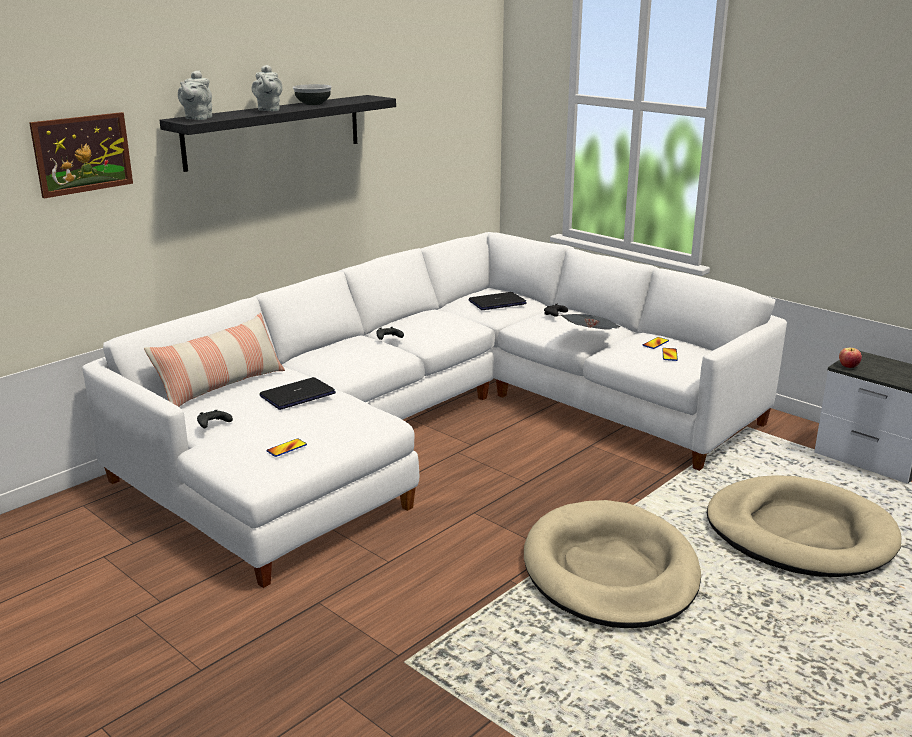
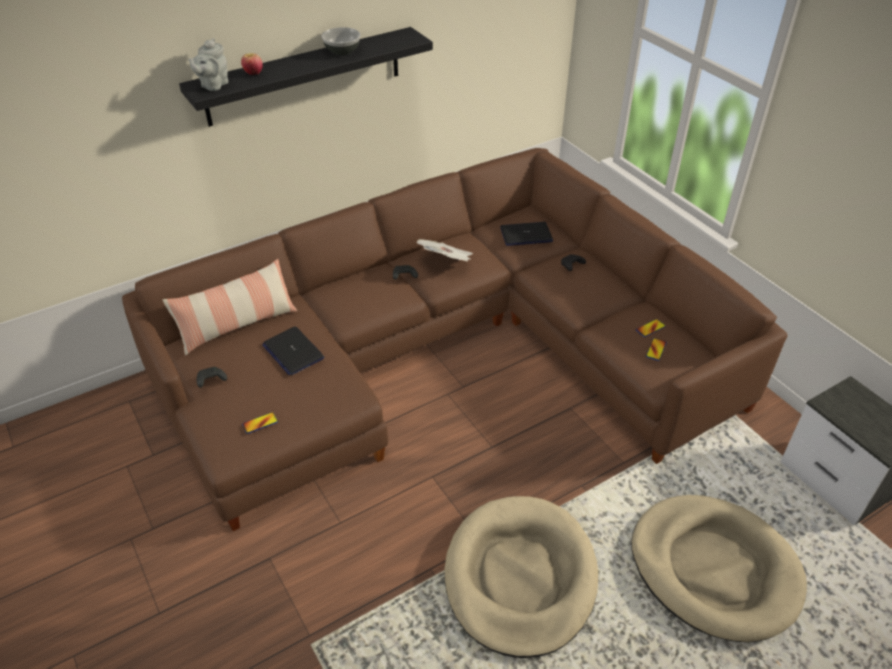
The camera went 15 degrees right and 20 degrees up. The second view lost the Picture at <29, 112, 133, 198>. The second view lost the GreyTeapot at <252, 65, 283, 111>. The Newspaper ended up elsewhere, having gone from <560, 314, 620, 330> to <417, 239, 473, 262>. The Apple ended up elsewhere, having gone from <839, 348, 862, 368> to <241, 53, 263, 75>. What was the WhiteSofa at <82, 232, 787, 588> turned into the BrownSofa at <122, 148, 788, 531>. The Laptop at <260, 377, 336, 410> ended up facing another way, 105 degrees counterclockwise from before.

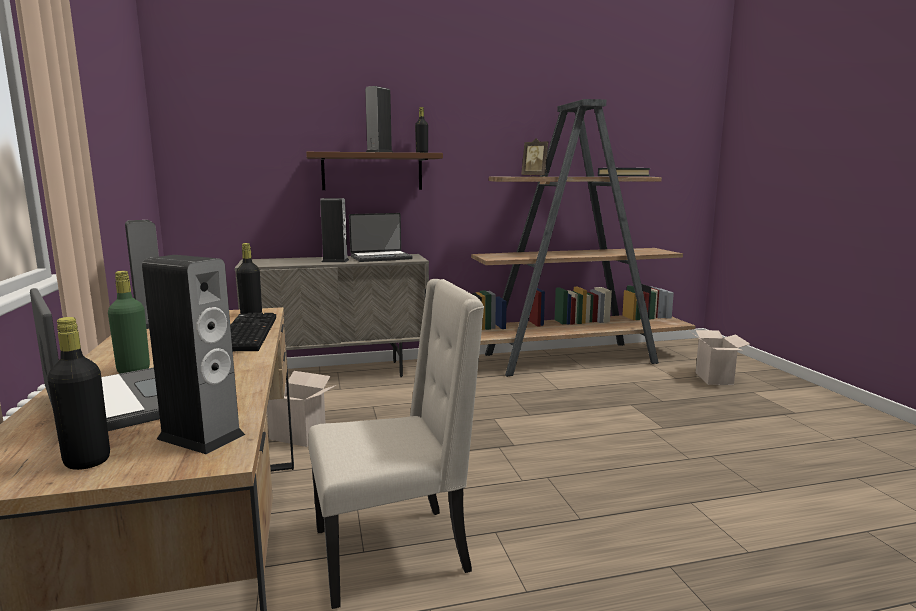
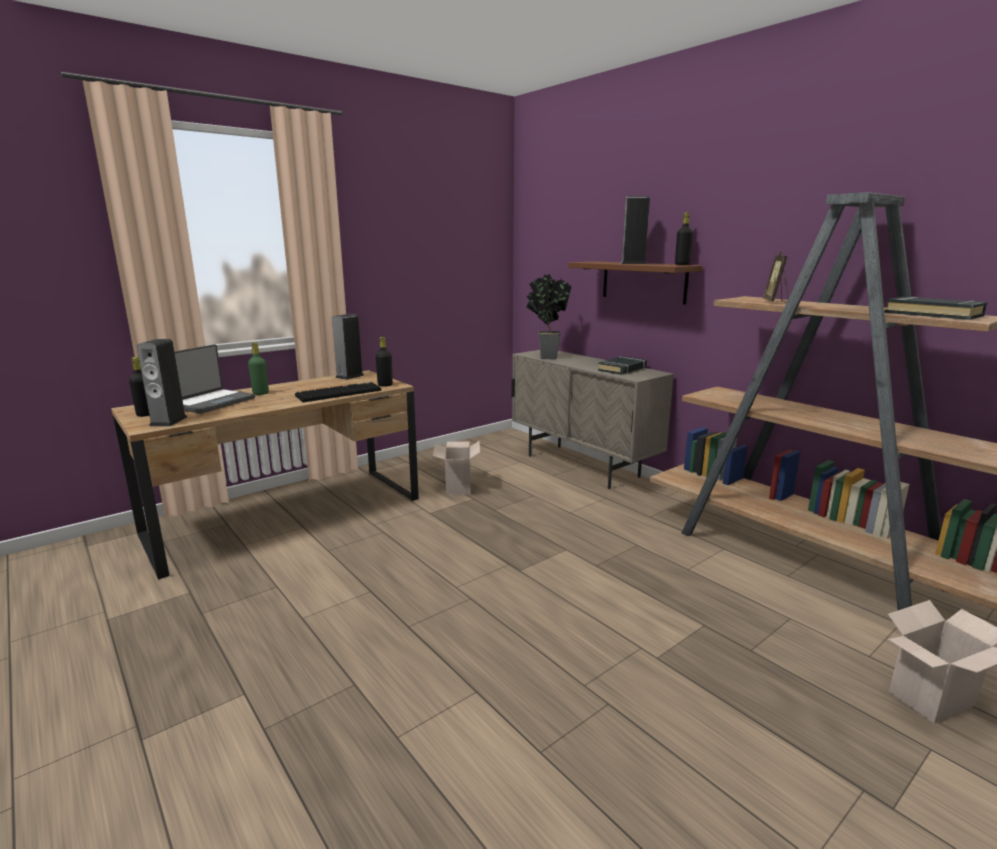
The camera went 65 degrees right and 5 degrees up. The second view lost the BeigeChair at <308, 279, 484, 609>. The second view lost the Speaker at <320, 198, 349, 262>. The second view gained the PottedPlant at <527, 274, 572, 359>. Where the Laptop stood at <349, 213, 413, 262>, the BlackBook came to stand at <598, 356, 647, 375>.

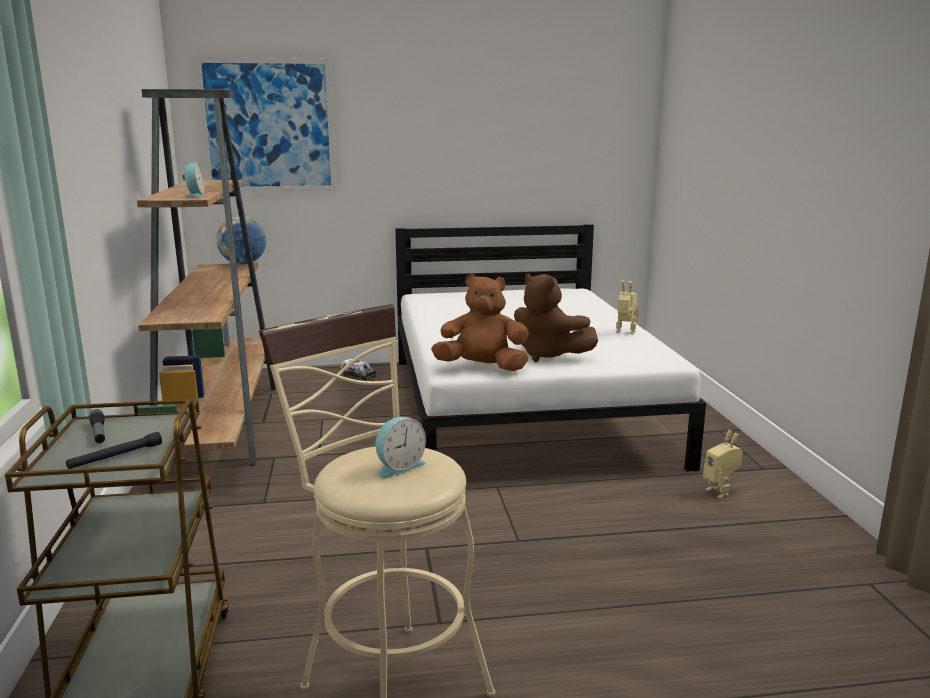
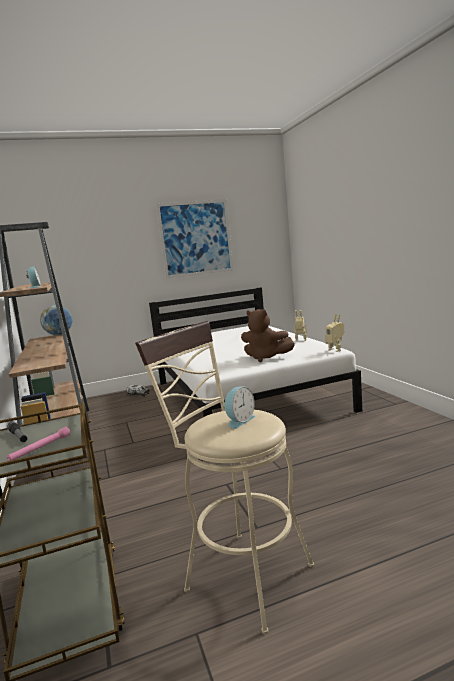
The camera went 10 degrees left and 5 degrees down. The second view lost the BrownPlushToy at <431, 274, 529, 371>. The Picture ended up elsewhere, having gone from <195, 57, 336, 192> to <156, 199, 233, 279>. The ToyRobot ended up elsewhere, having gone from <703, 430, 743, 498> to <325, 314, 344, 352>. What was the BlackFlashlight at <66, 432, 162, 469> turned into the PinkFlashlight at <7, 427, 70, 461>.

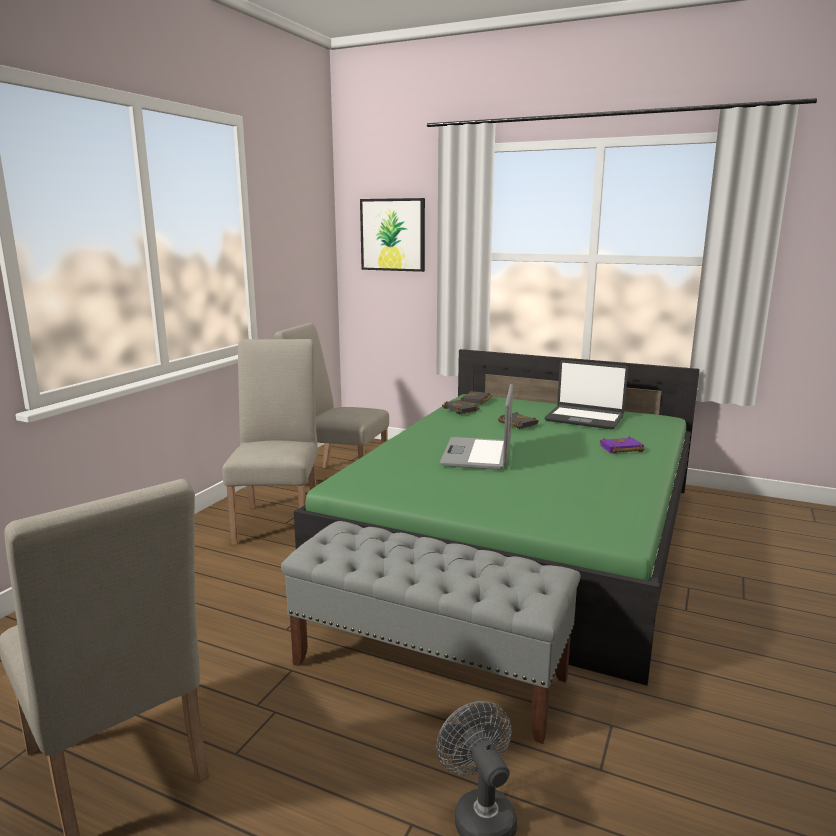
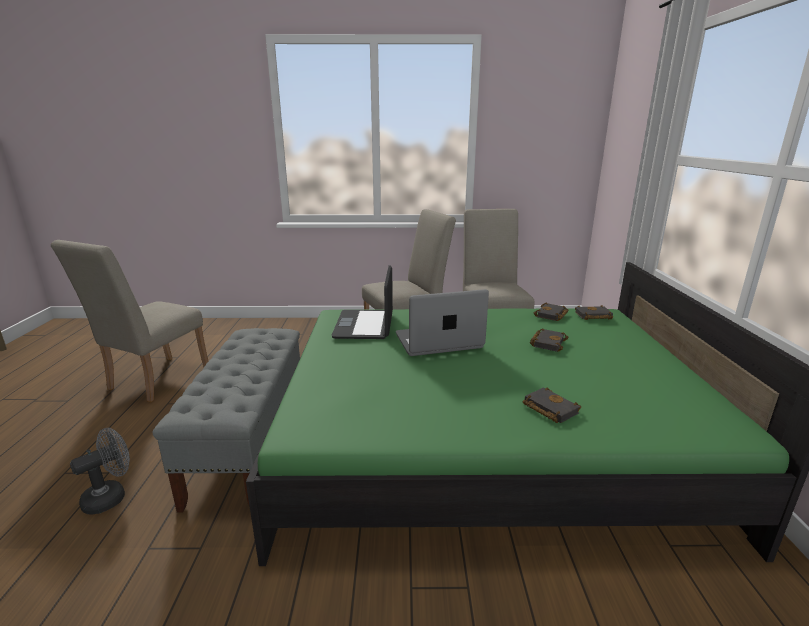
The camera went 65 degrees right and 5 degrees up. The second view lost the Picture at <360, 198, 425, 272>. The Laptop ended up elsewhere, having gone from <544, 360, 628, 429> to <332, 265, 393, 339>. What was the PurpleBook at <600, 436, 644, 454> turned into the BlackBook at <523, 387, 581, 423>.

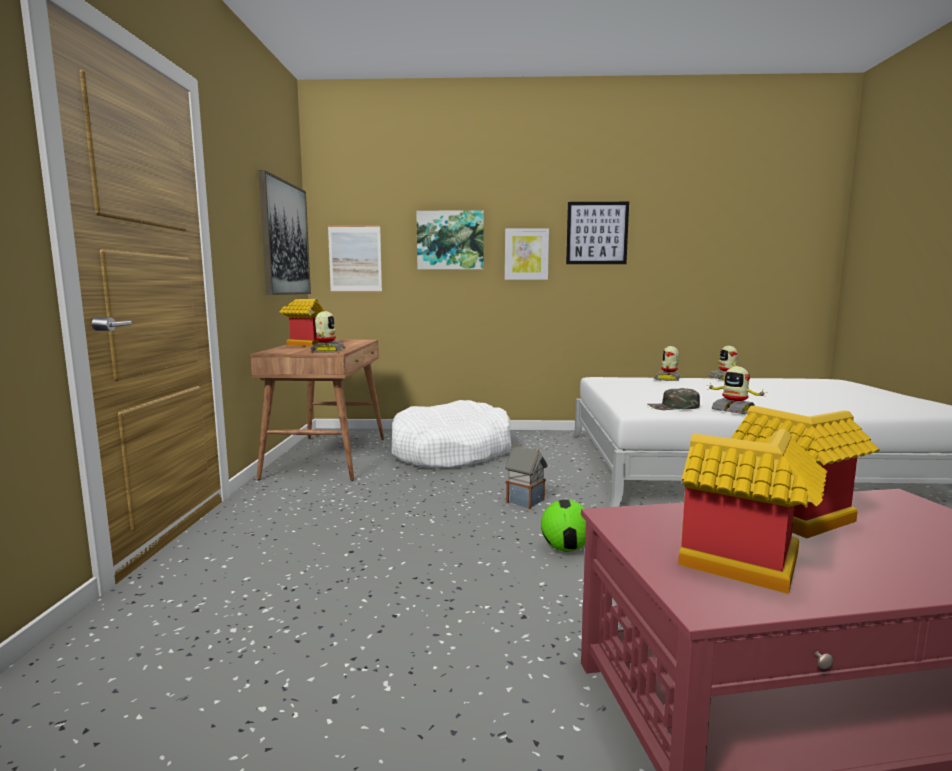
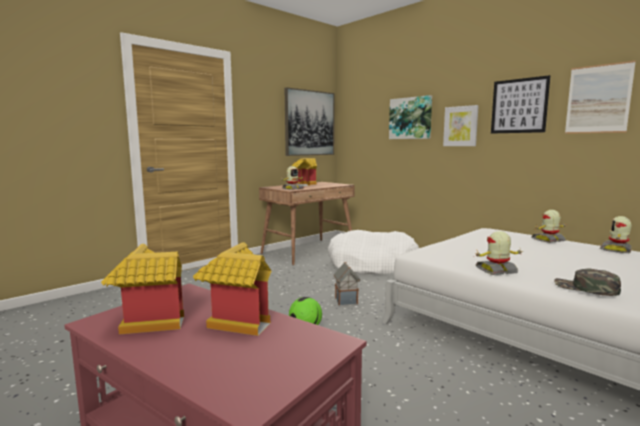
The camera went 45 degrees right and 0 degrees up. The Picture ended up elsewhere, having gone from <328, 225, 382, 292> to <565, 60, 636, 134>. The GreenCap ended up elsewhere, having gone from <648, 388, 700, 410> to <554, 269, 621, 296>. The ToyRobot at <707, 366, 767, 414> ended up facing another way, 75 degrees clockwise from before.

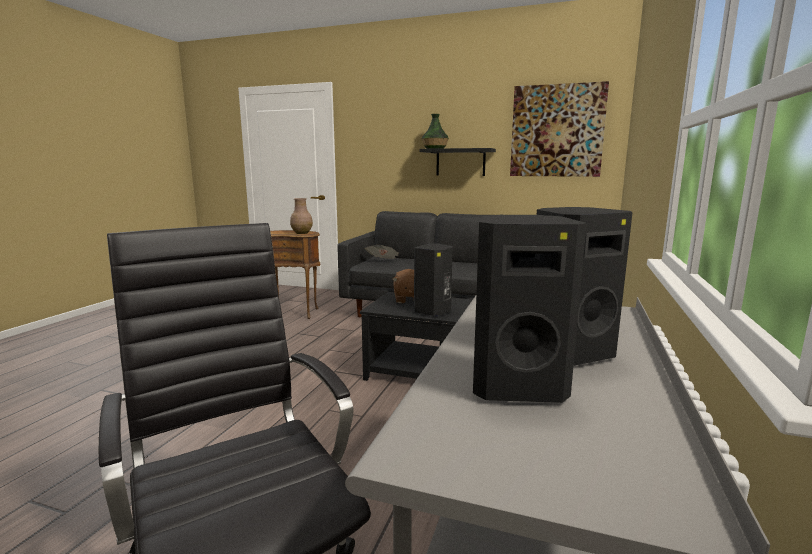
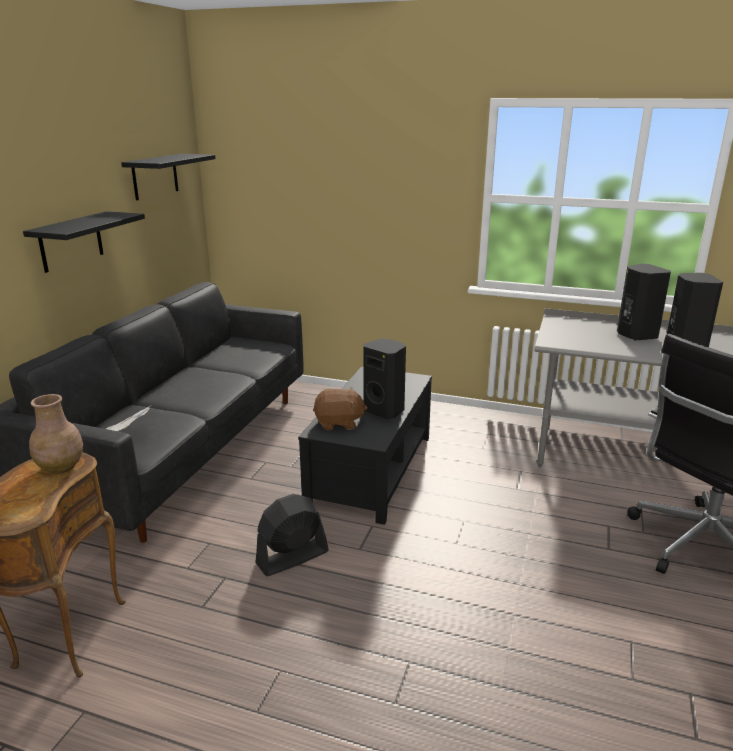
The camera went 90 degrees left and 10 degrees up. The second view lost the Vase at <422, 114, 449, 149>. The second view gained the BlackFan at <255, 494, 329, 576>. Where the Picture hung at <510, 81, 609, 177>, the BlackShelf came to hang at <121, 154, 216, 200>.

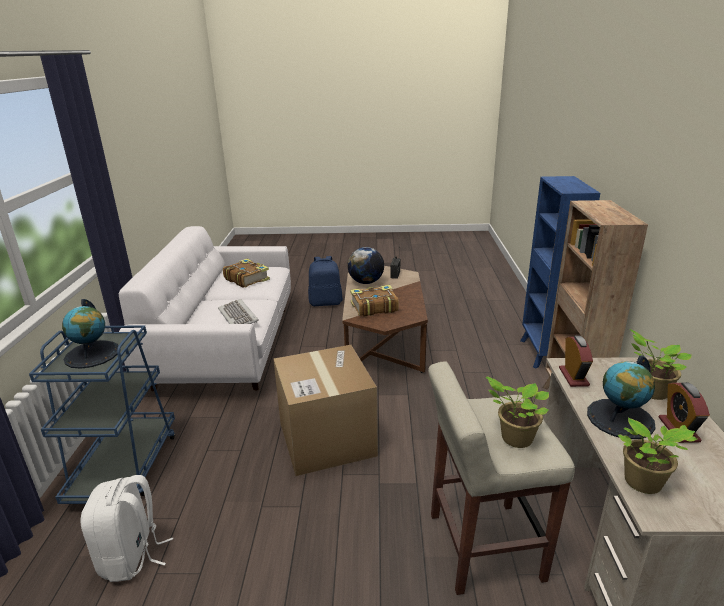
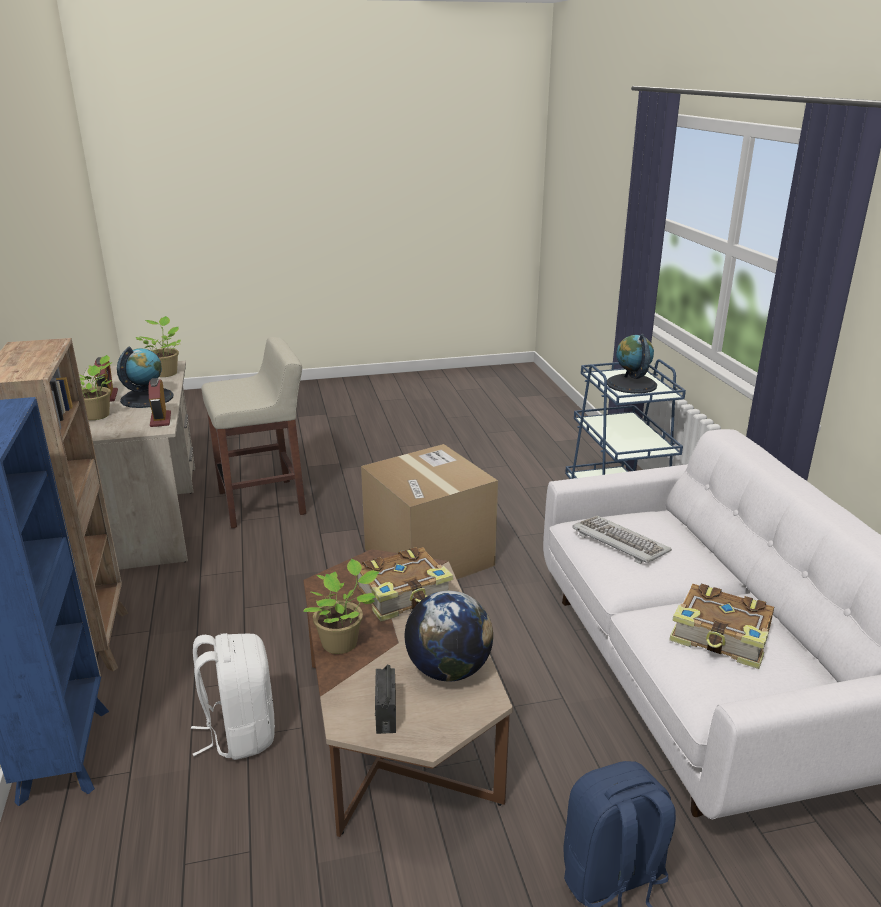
The camera went 165 degrees right and 0 degrees up. The WhiteBackpack ended up elsewhere, having gone from <80, 475, 173, 582> to <191, 633, 275, 760>. The PottedPlant ended up elsewhere, having gone from <486, 377, 549, 448> to <303, 559, 379, 654>.

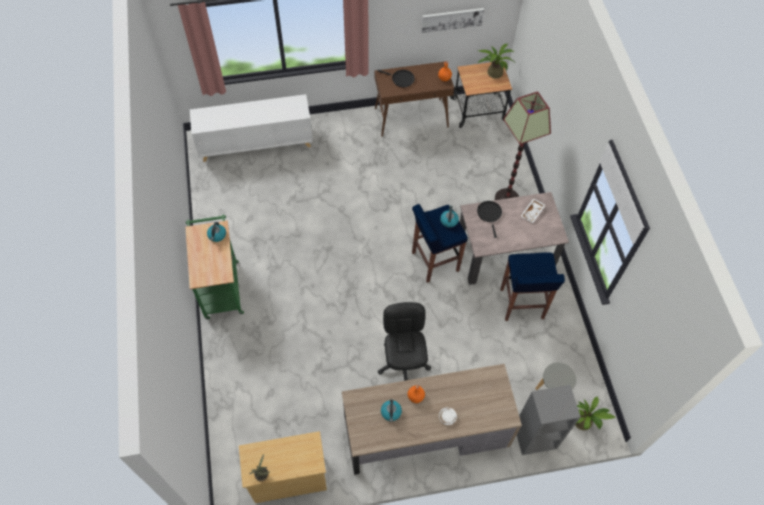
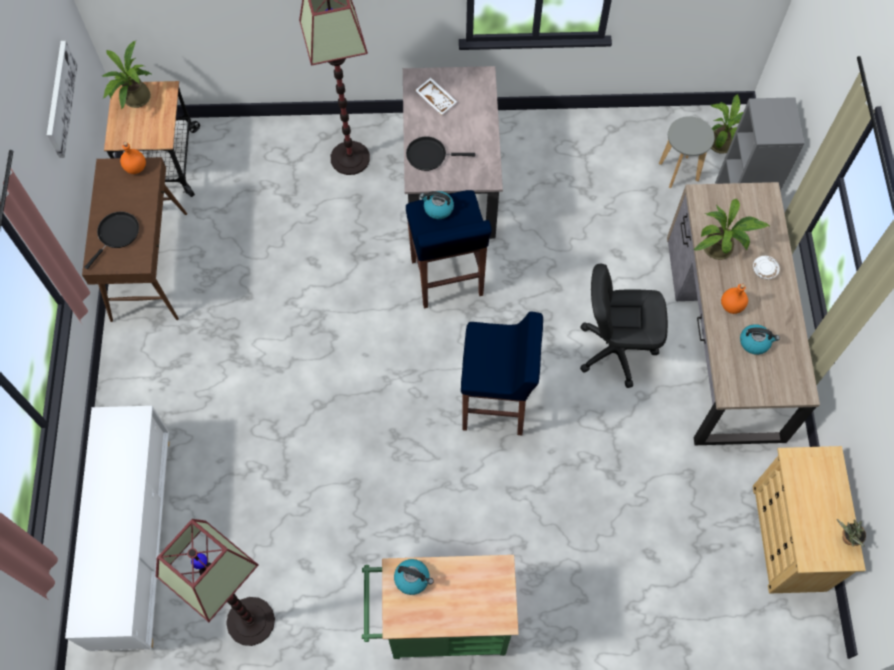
The camera went 80 degrees left and 5 degrees up. The second view gained the FloorLamp at <156, 519, 275, 646>. The second view gained the PottedPlant at <693, 199, 769, 260>. The BlueStool ended up elsewhere, having gone from <500, 252, 565, 321> to <461, 311, 543, 435>.

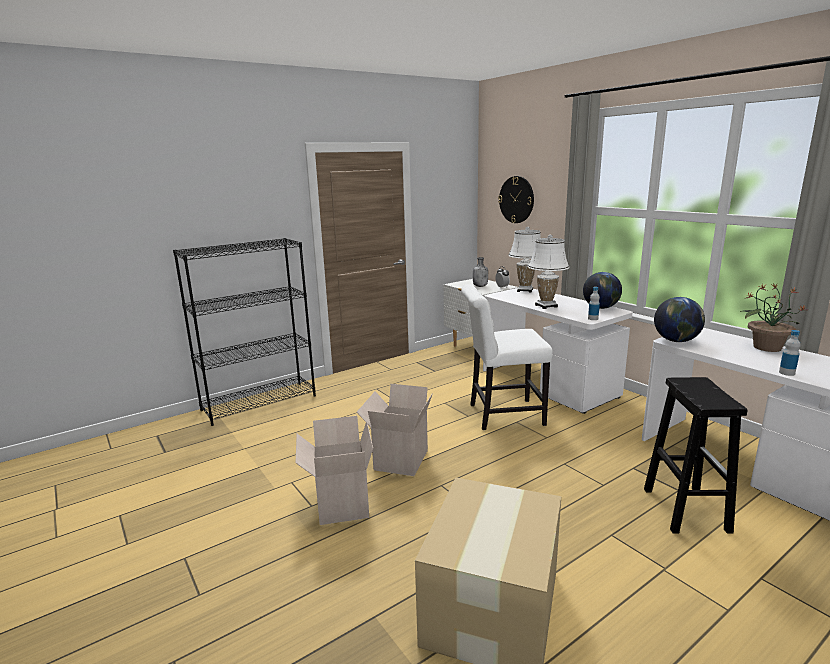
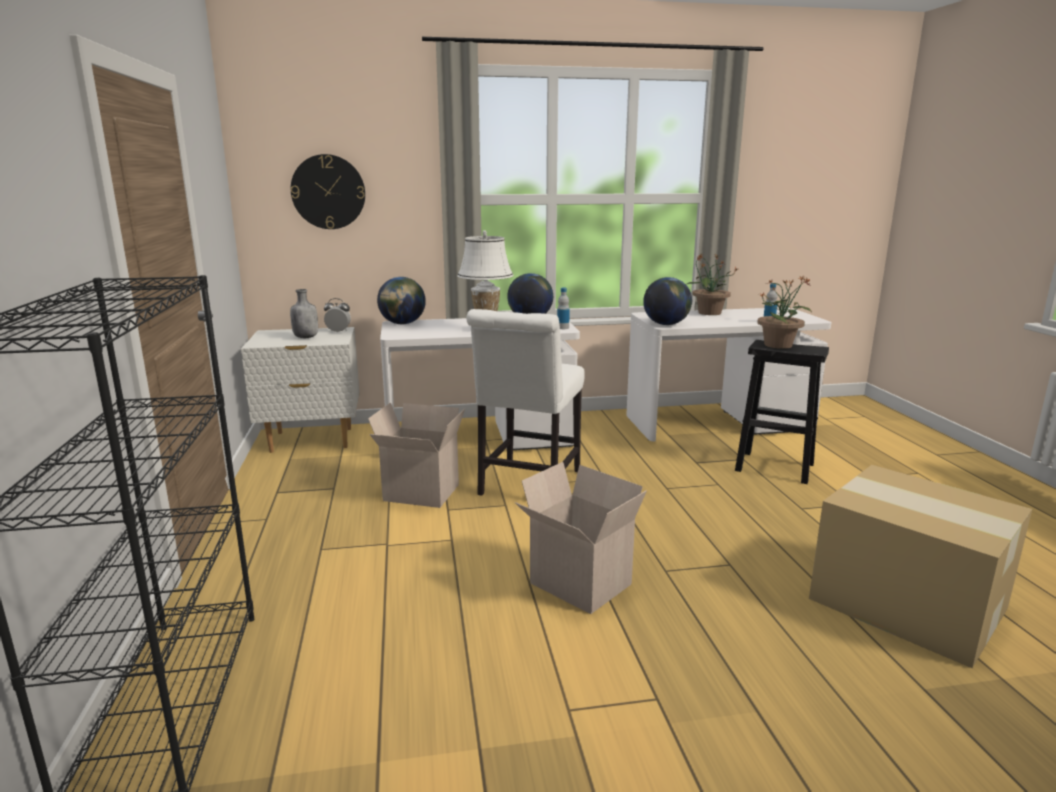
The camera went 65 degrees left and 0 degrees up. The second view gained the PottedPlant at <757, 277, 812, 349>. The CardboardBox ended up elsewhere, having gone from <296, 416, 373, 525> to <368, 403, 465, 508>. Where the WhiteTableLamp stood at <508, 227, 541, 293>, the Globe came to stand at <377, 277, 426, 324>.

